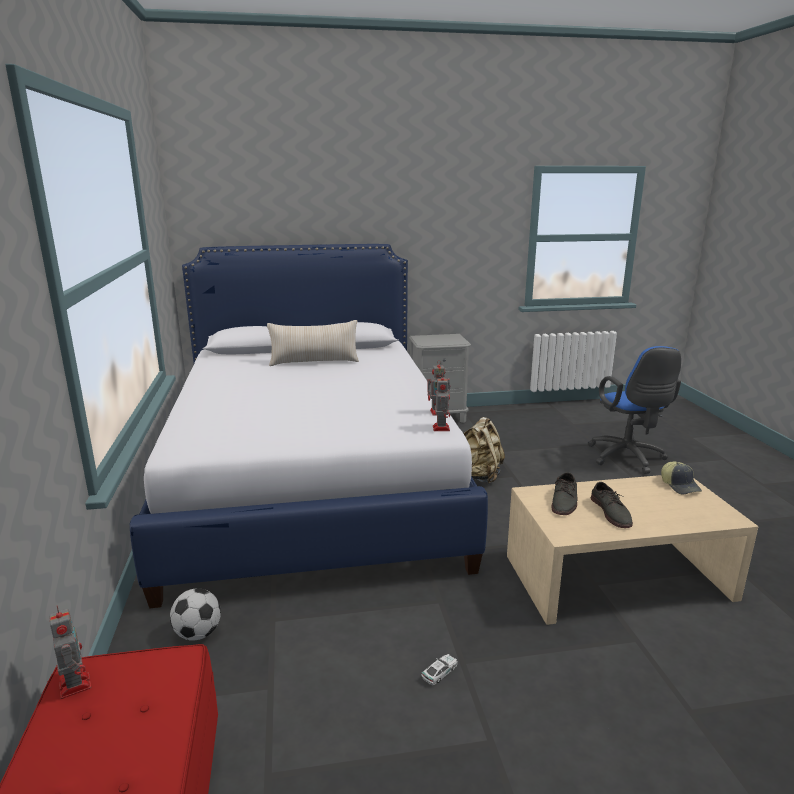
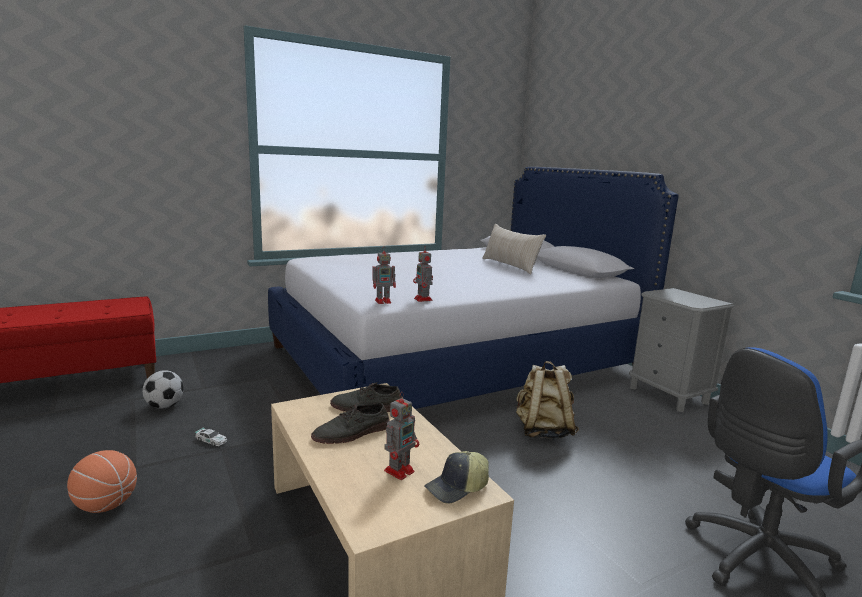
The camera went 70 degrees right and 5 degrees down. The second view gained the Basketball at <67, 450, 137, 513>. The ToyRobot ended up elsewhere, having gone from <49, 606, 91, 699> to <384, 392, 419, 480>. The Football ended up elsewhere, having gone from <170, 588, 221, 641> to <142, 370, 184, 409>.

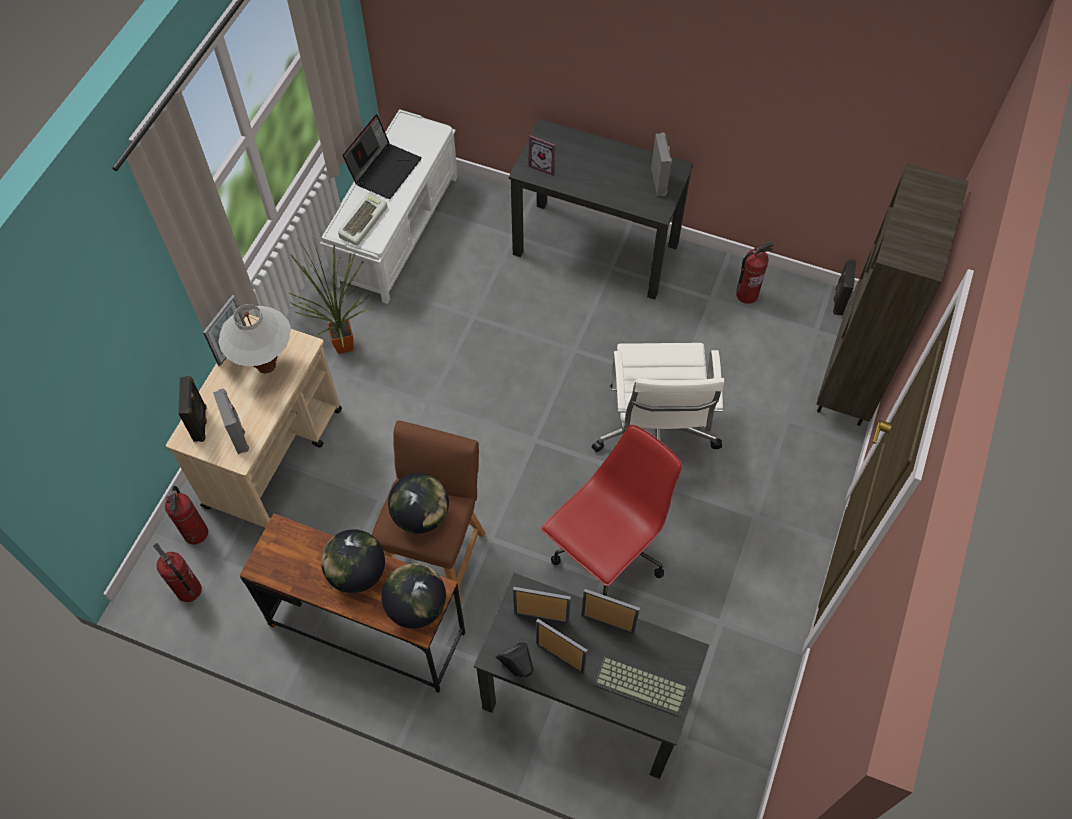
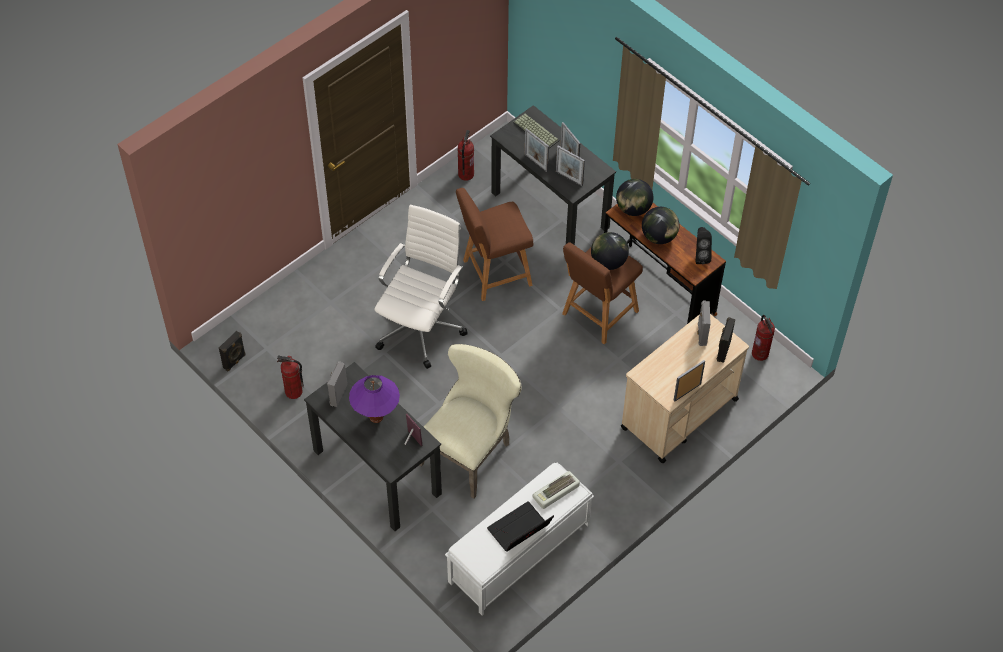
The camera went 155 degrees left and 5 degrees down. The second view lost the WhiteTableLamp at <218, 304, 291, 373>. The second view lost the PottedPlant at <289, 238, 373, 354>. The second view lost the BrownBookcase at <816, 164, 969, 426>. The second view gained the PurpleTableLamp at <349, 375, 400, 423>. The second view gained the BeigeChair at <420, 344, 522, 499>. The FireExtinguisher ended up elsewhere, having gone from <165, 486, 208, 544> to <458, 130, 474, 181>. The BlackSpeaker ended up elsewhere, having gone from <496, 643, 534, 677> to <696, 227, 712, 264>. Where the RedOfficeChair stood at <541, 425, 682, 596>, the BrownStool came to stand at <456, 188, 534, 301>.

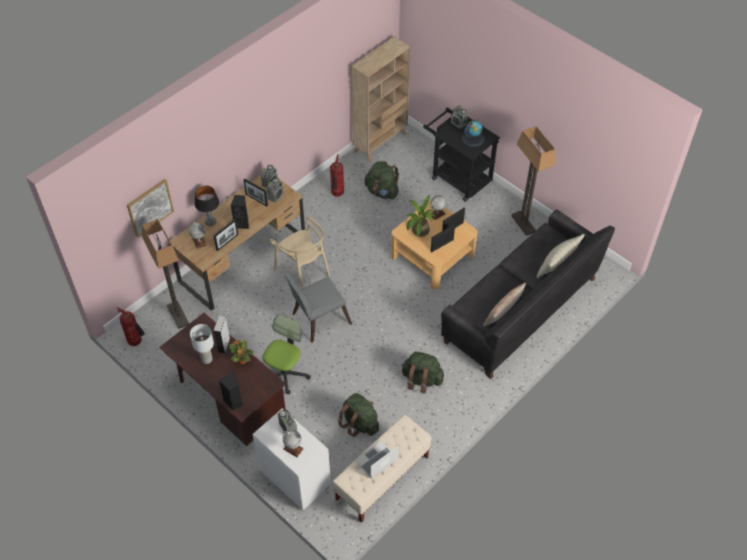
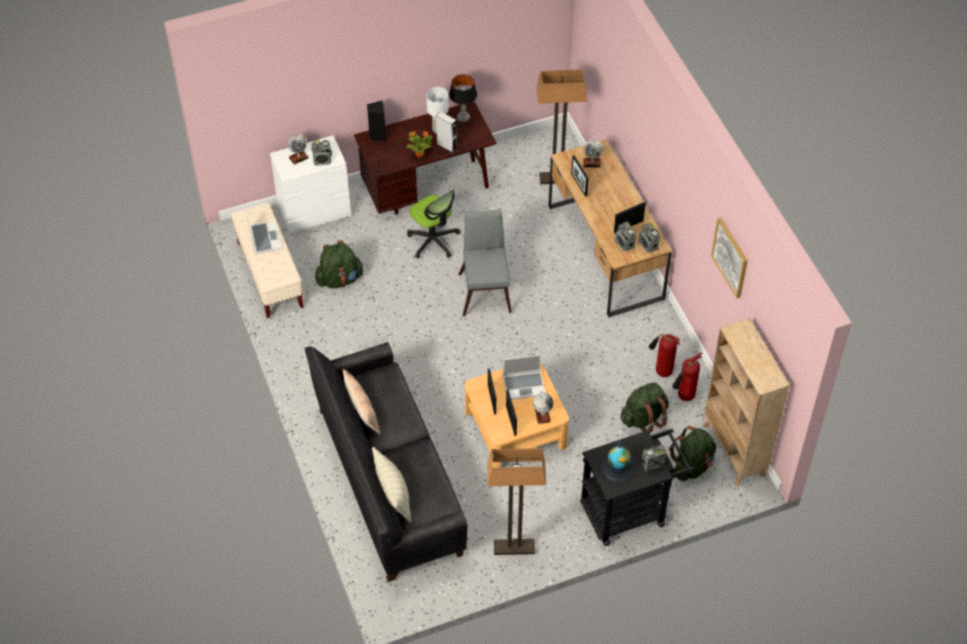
The camera went 115 degrees right and 0 degrees up. The second view lost the BlackSpeaker at <230, 195, 249, 229>. The second view lost the BeigeChair at <269, 216, 330, 289>. The FireExtinguisher ended up elsewhere, having gone from <117, 307, 145, 346> to <672, 353, 702, 401>. The Picture ended up elsewhere, having gone from <127, 179, 174, 237> to <711, 217, 748, 298>. The TableLamp ended up elsewhere, having gone from <195, 186, 219, 226> to <449, 74, 477, 122>. The GreenBackpack ended up elsewhere, having gone from <401, 352, 444, 393> to <669, 426, 717, 481>. Where the PottedPlant stood at <406, 195, 435, 237>, the Laptop came to stand at <503, 354, 545, 400>.

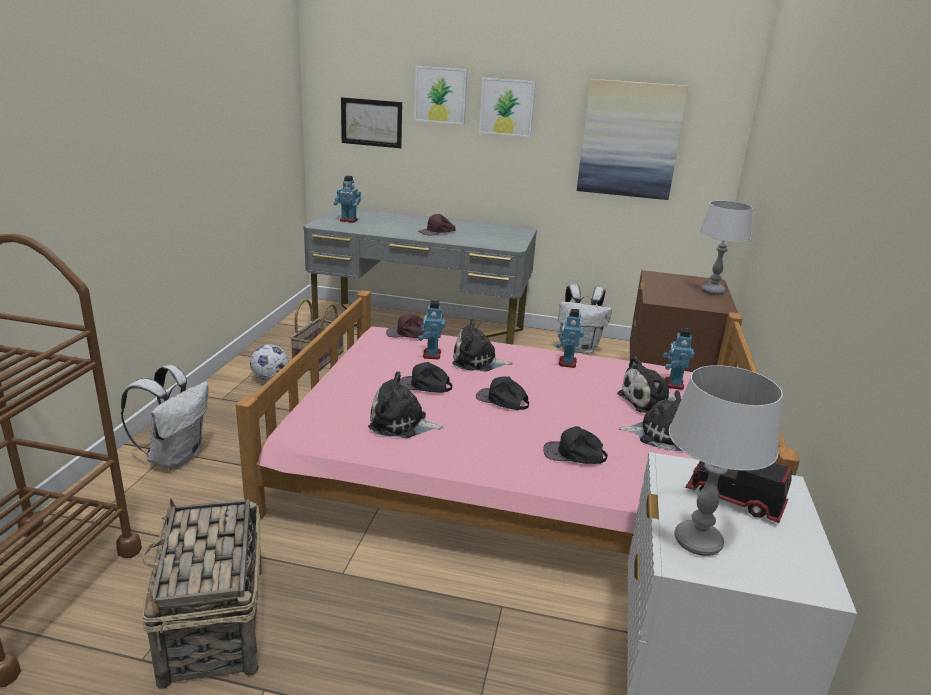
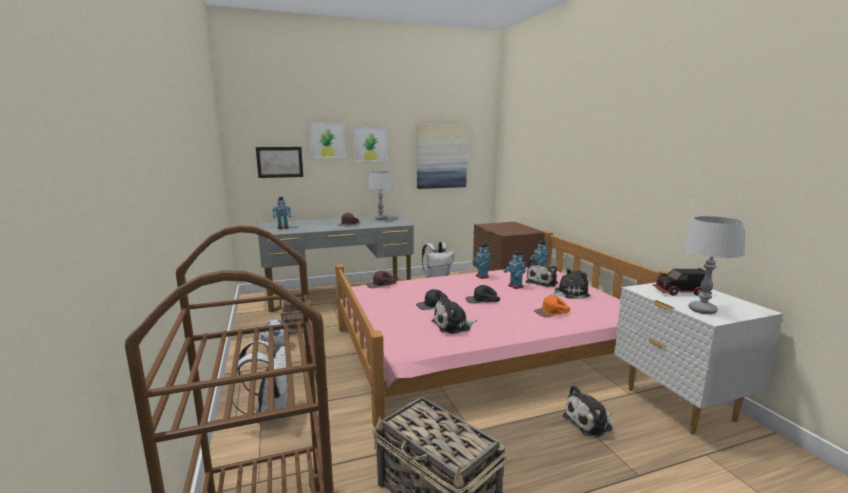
The camera went 30 degrees left and 10 degrees down. The ToyRobot ended up elsewhere, having gone from <418, 300, 446, 359> to <504, 251, 526, 289>. The PlushToy ended up elsewhere, having gone from <452, 319, 513, 372> to <563, 385, 613, 437>. The GreyTableLamp ended up elsewhere, having gone from <699, 201, 753, 295> to <367, 172, 393, 220>. What was the BlackCap at <543, 426, 608, 464> turned into the OrangeCap at <534, 296, 570, 317>.

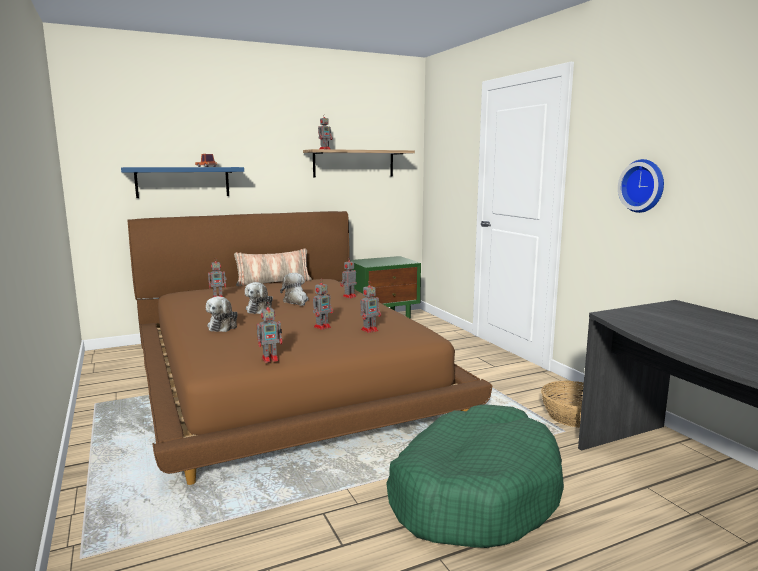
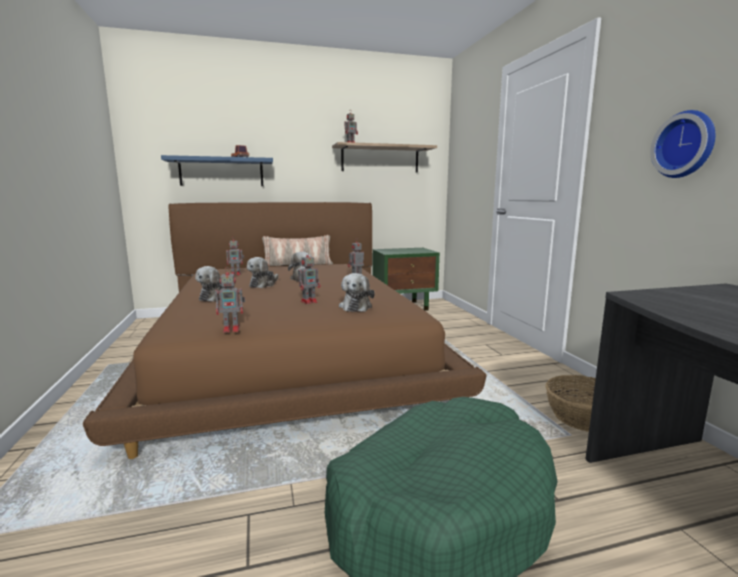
The camera went 10 degrees right and 0 degrees up. Where the ToyRobot stood at <360, 282, 381, 333>, the PlushToy came to stand at <339, 273, 375, 312>.

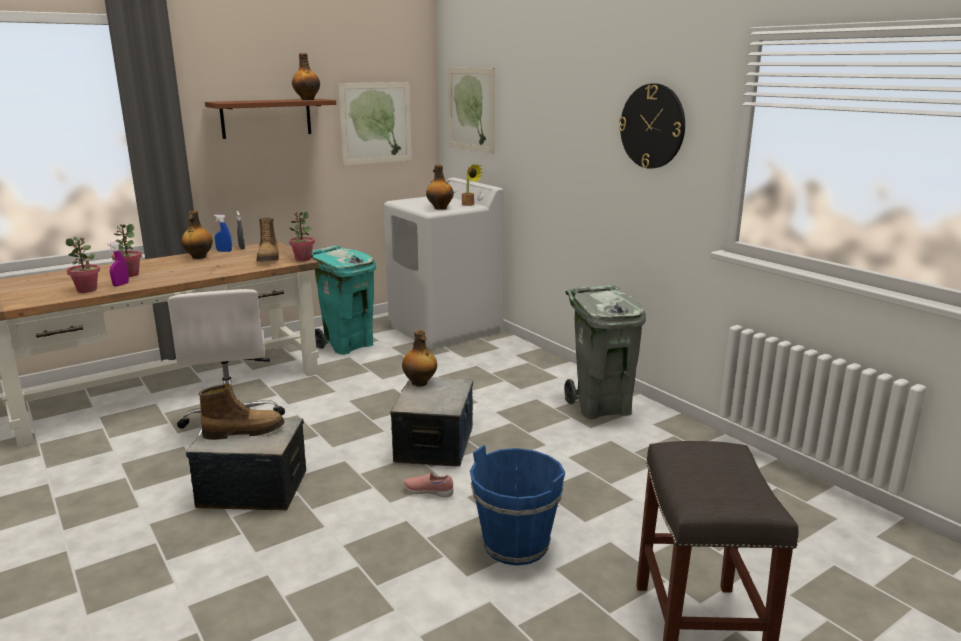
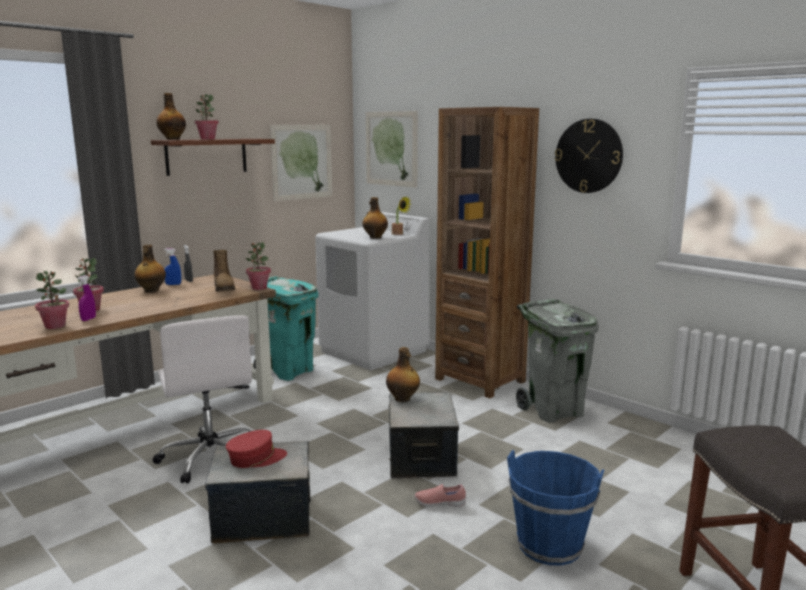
The camera went 10 degrees left and 5 degrees down. The second view gained the PottedPlant at <195, 94, 219, 139>. The second view gained the BrownBookcase at <435, 107, 539, 398>. The Bottle ended up elsewhere, having gone from <292, 53, 320, 100> to <156, 93, 186, 140>. Where the Boot stood at <199, 384, 285, 440>, the RedCap came to stand at <226, 430, 287, 468>.

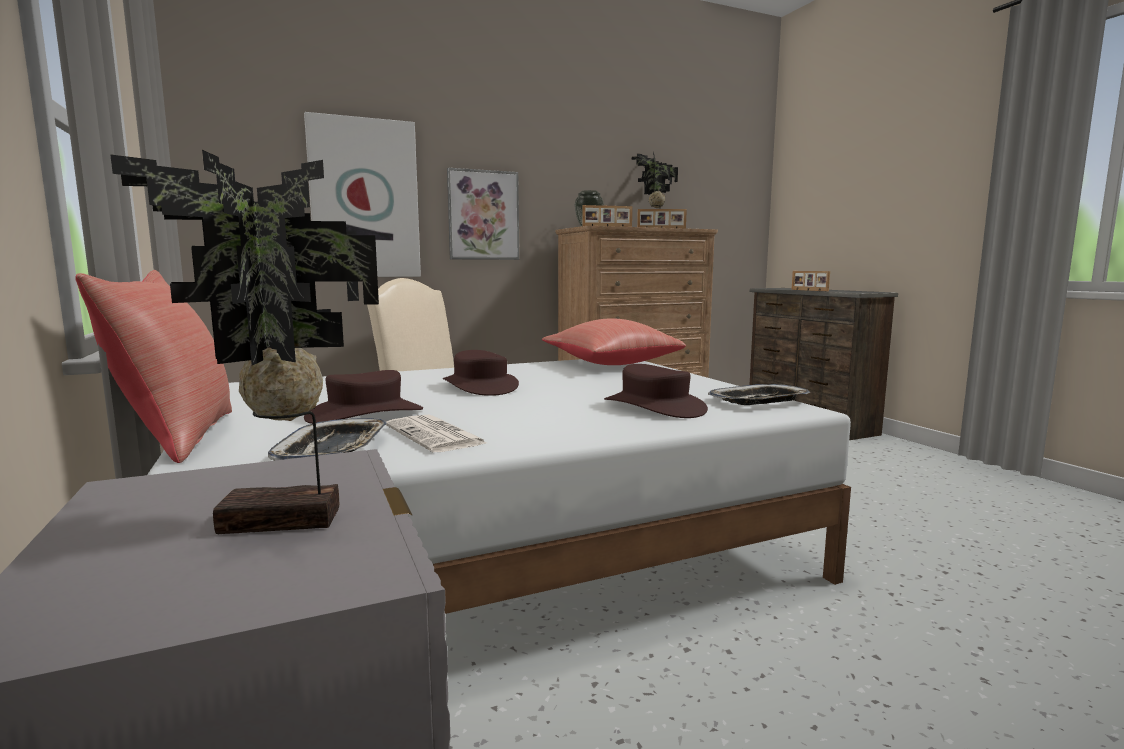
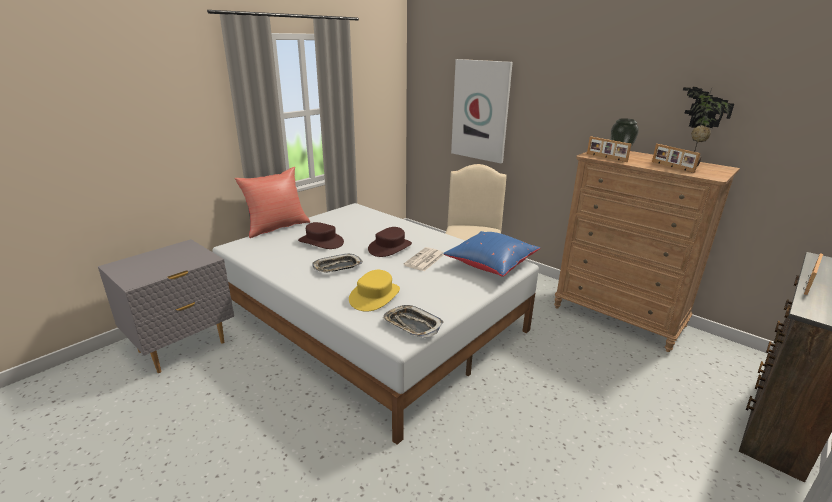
The camera went 65 degrees right and 15 degrees up. The second view lost the PottedPlant at <110, 150, 379, 534>. The second view lost the Picture at <447, 168, 519, 260>. The Tray ended up elsewhere, having gone from <268, 418, 387, 461> to <312, 253, 363, 272>. The Newspaper ended up elsewhere, having gone from <386, 415, 489, 452> to <403, 247, 444, 271>. What was the RedPillow at <542, 318, 686, 365> turned into the BluePillow at <443, 231, 540, 277>. What was the BrownHat at <604, 364, 708, 418> turned into the YellowHat at <349, 270, 400, 312>.

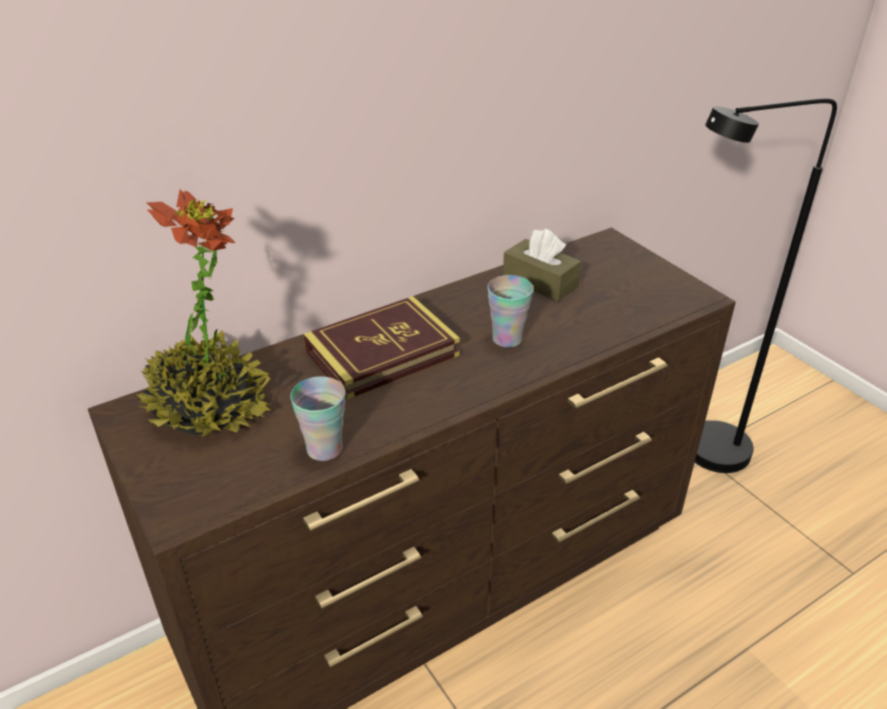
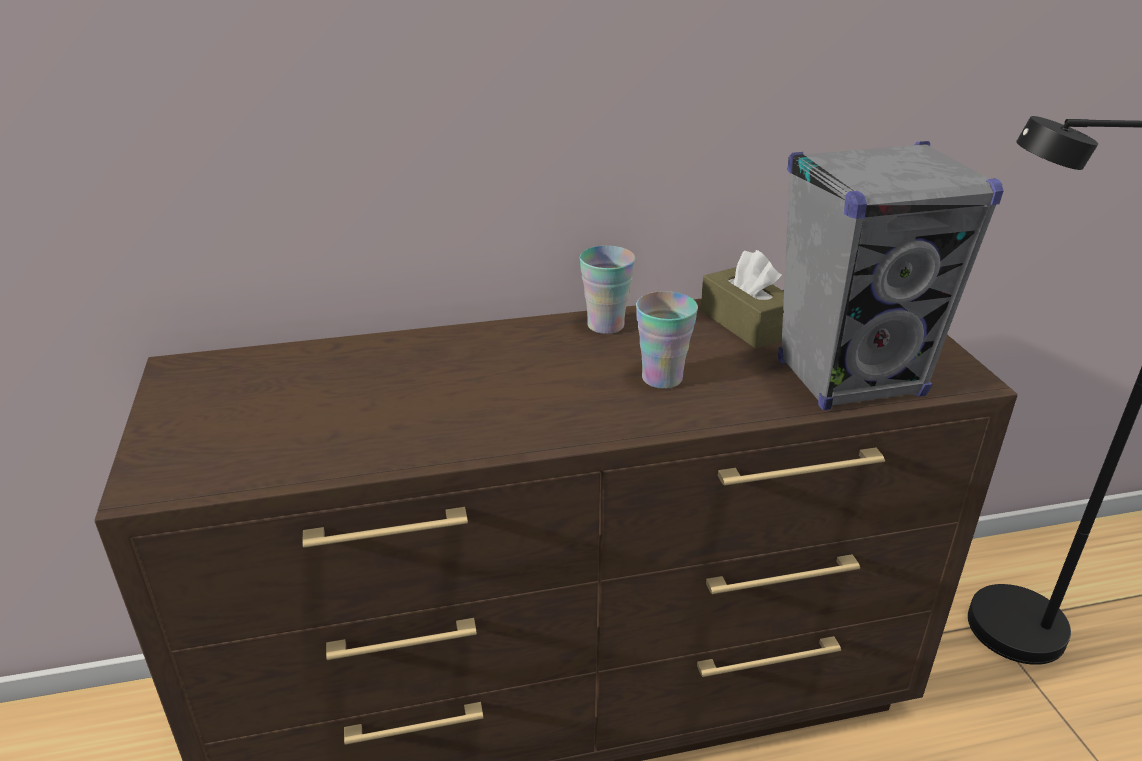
The camera went 20 degrees right and 5 degrees down. The second view lost the PottedPlant at <136, 190, 272, 438>. The second view lost the Book at <303, 296, 460, 400>. The second view gained the GreySpeaker at <778, 141, 1004, 411>. The Cup ended up elsewhere, having gone from <290, 376, 346, 461> to <580, 246, 635, 334>.

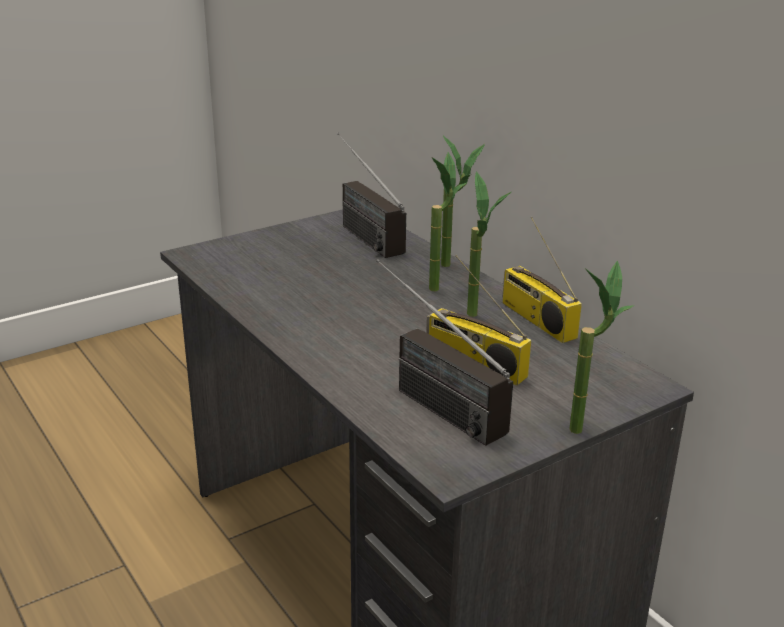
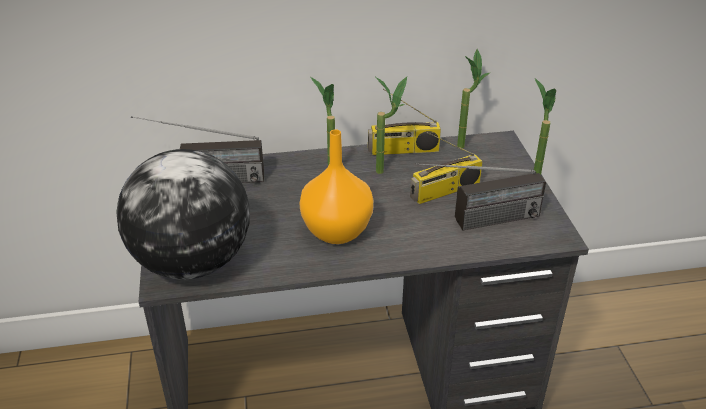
The camera went 65 degrees left and 10 degrees up. The second view gained the Globe at <116, 149, 250, 280>. The second view gained the OrangeVase at <299, 129, 373, 244>. The PottedPlant ended up elsewhere, having gone from <441, 136, 485, 267> to <457, 49, 490, 148>.

